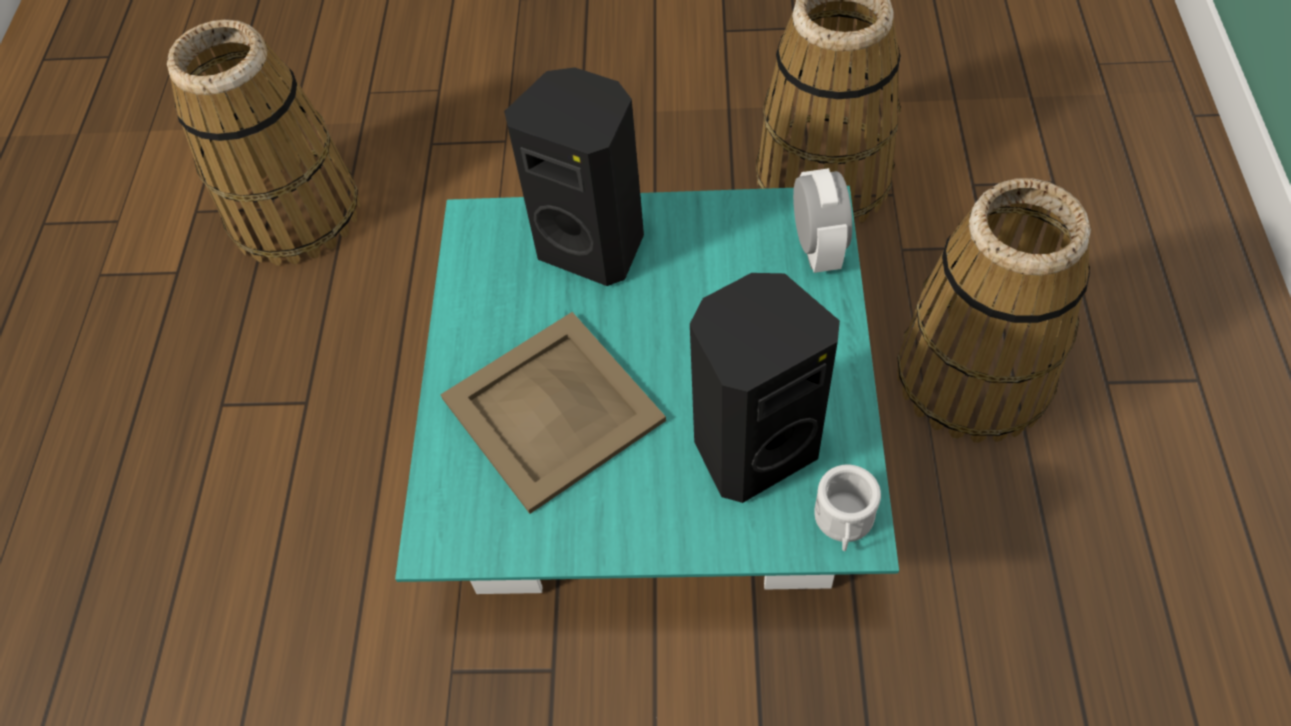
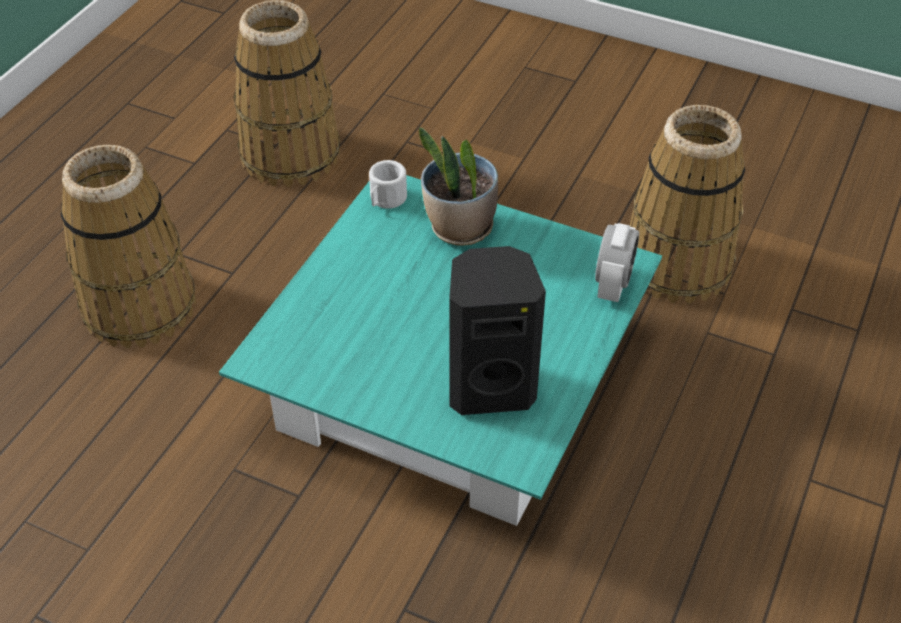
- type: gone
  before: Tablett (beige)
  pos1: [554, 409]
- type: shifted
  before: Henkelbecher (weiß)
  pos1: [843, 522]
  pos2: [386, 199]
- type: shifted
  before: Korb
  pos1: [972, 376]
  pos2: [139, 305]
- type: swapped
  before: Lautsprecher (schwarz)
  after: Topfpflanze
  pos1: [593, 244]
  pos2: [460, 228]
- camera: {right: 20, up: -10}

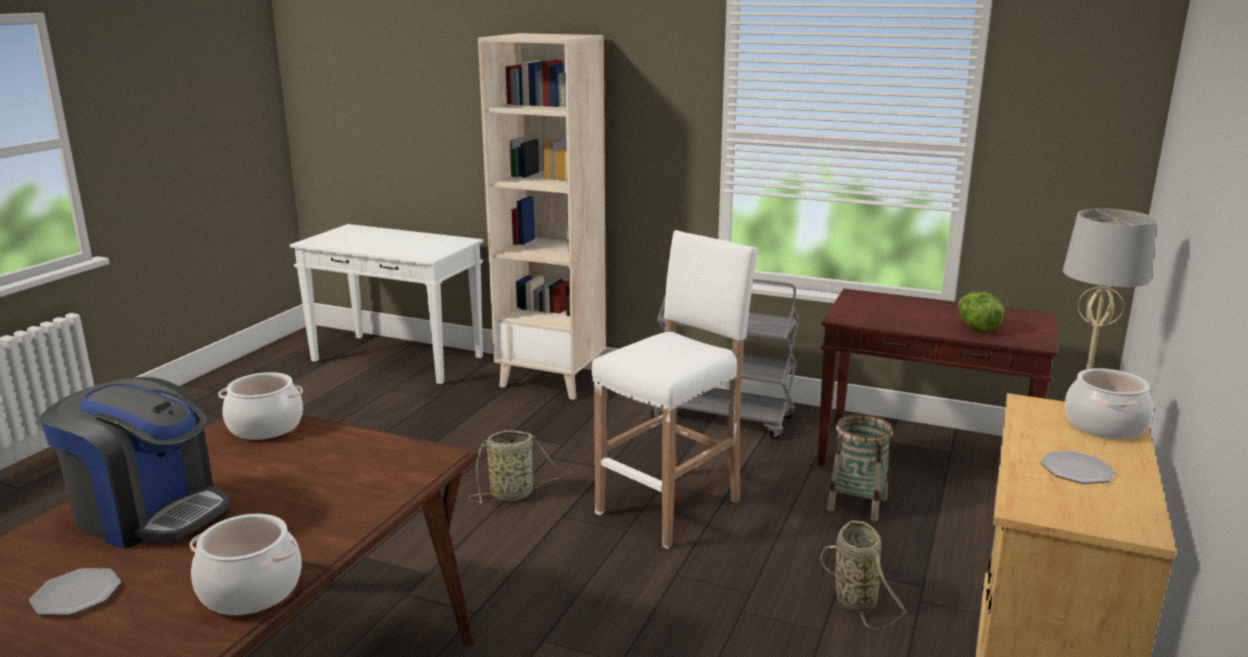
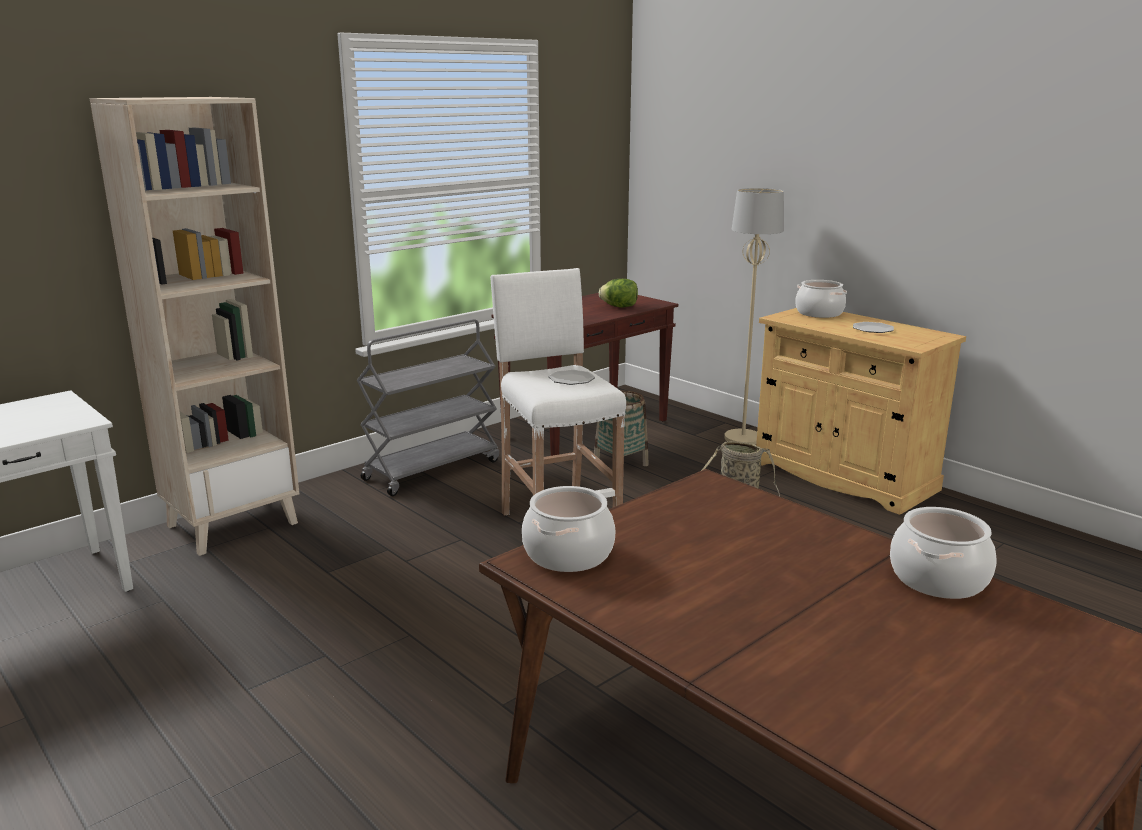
- type: gone
  before: Kaffeemaschine
  pos1: [149, 513]
- type: gone
  before: Korb
  pos1: [514, 494]
- type: shifted
  before: Teller
  pos1: [76, 595]
  pos2: [572, 379]
- camera: {right: -65, up: 0}

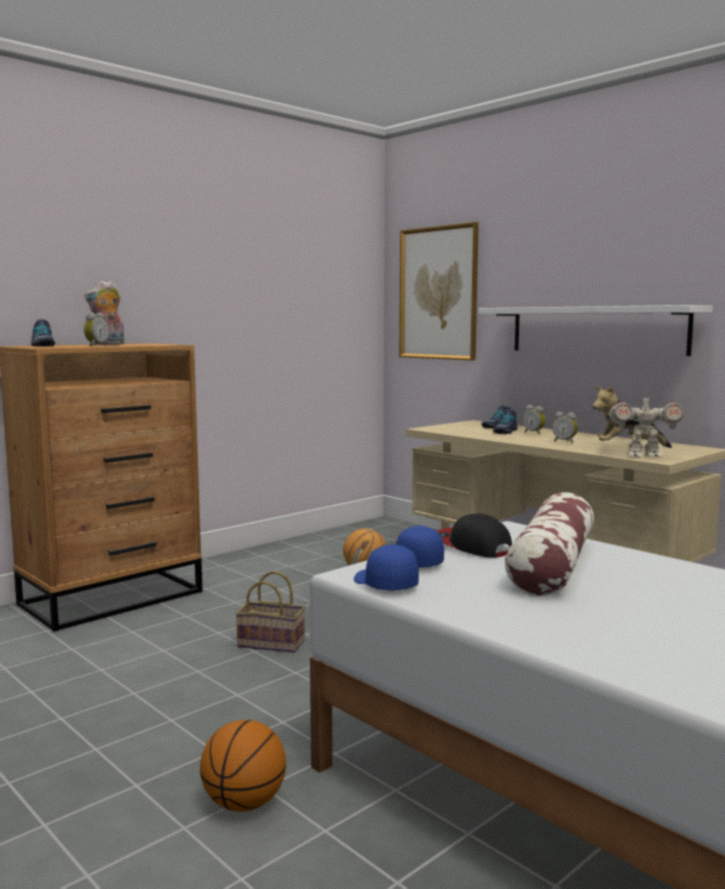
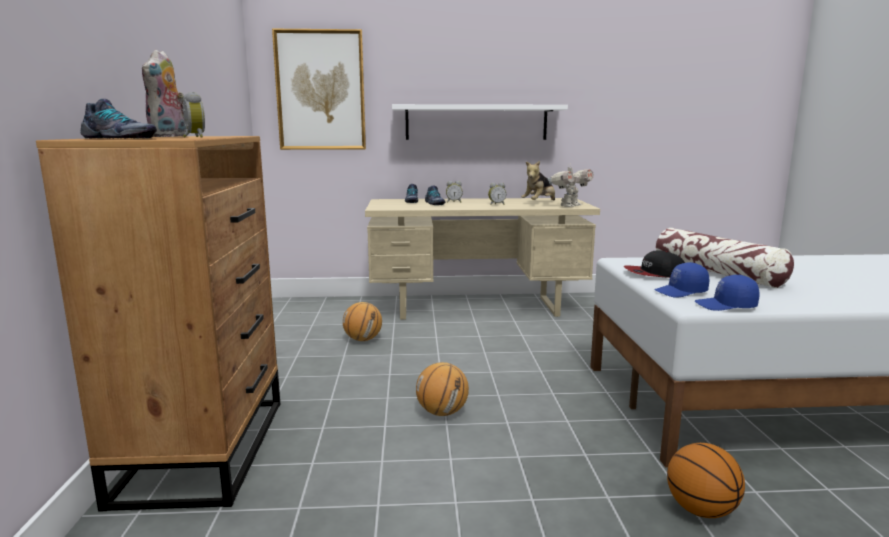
- type: swapped
  before: Korb
  after: Basketball
  pos1: [273, 643]
  pos2: [442, 412]
- camera: {right: -50, up: 5}

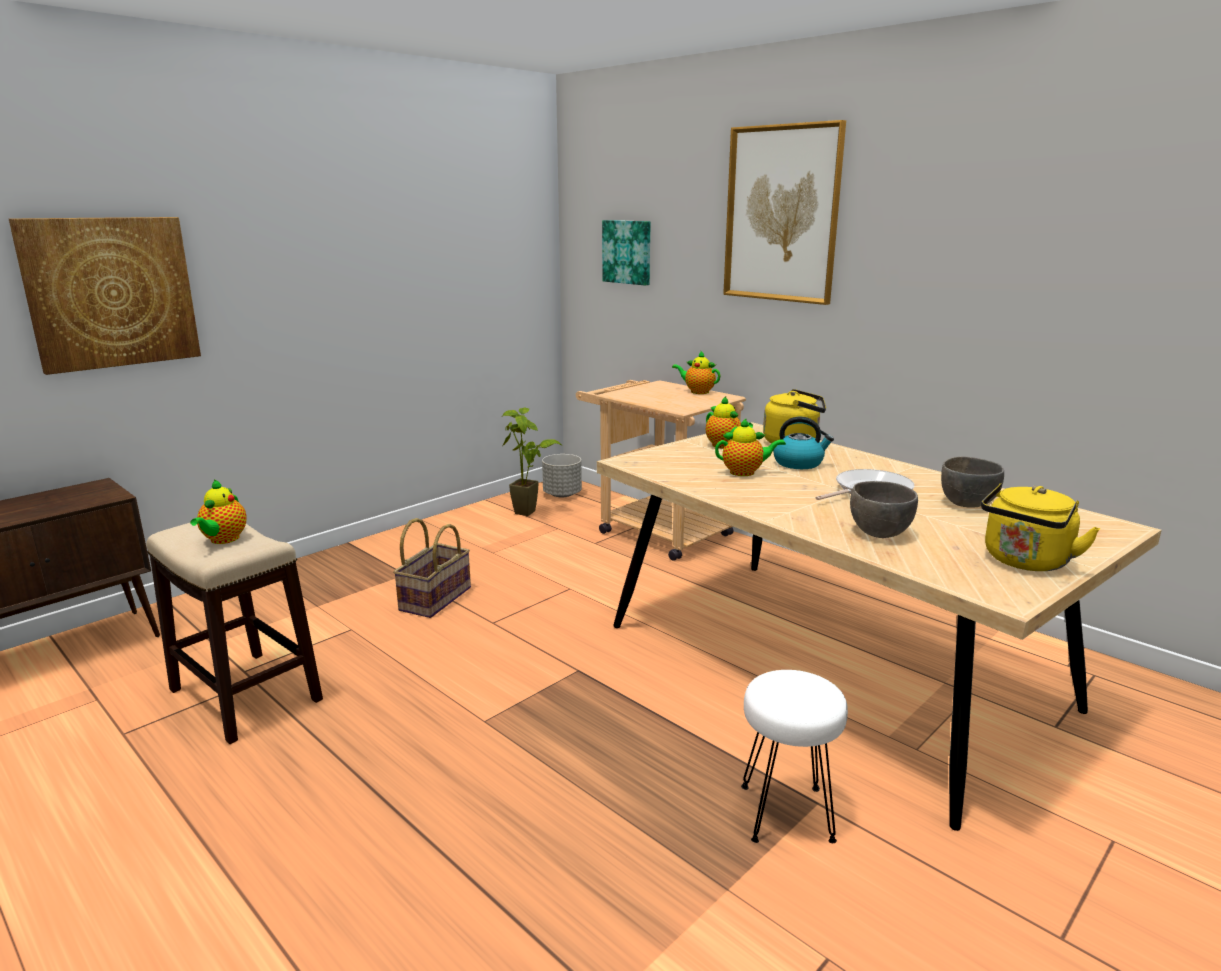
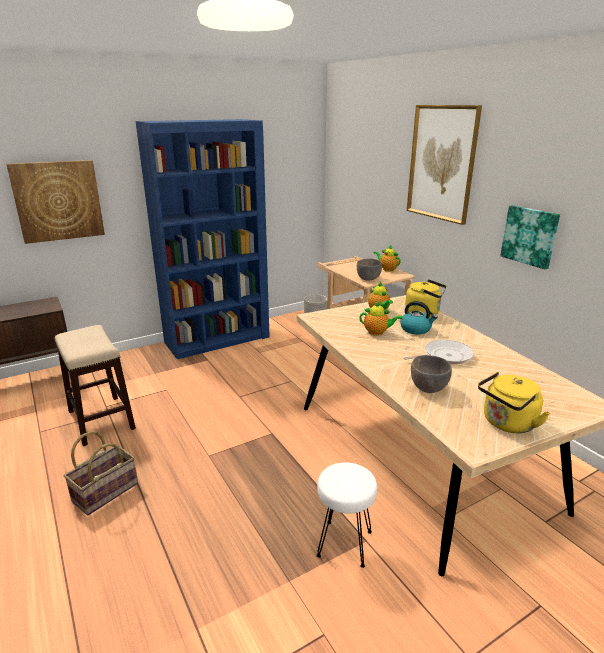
- type: gone
  before: Teekanne
  pos1: [223, 540]
- type: gone
  before: Topfpflanze
  pos1: [530, 514]
- type: new
  after: Bücherregal (blau)
  pos2: [218, 340]
- type: shifted
  before: Korb
  pos1: [434, 598]
  pos2: [105, 491]
- type: shifted
  before: Bild
  pos1: [628, 252]
  pos2: [530, 236]
- type: shifted
  before: Schüssel (grau)
  pos1: [967, 503]
  pos2: [368, 279]
- camera: {right: 15, up: 5}

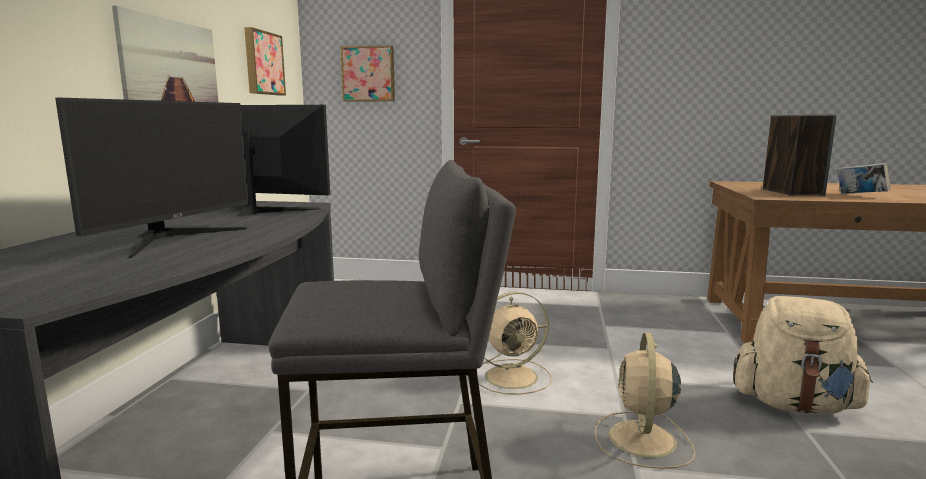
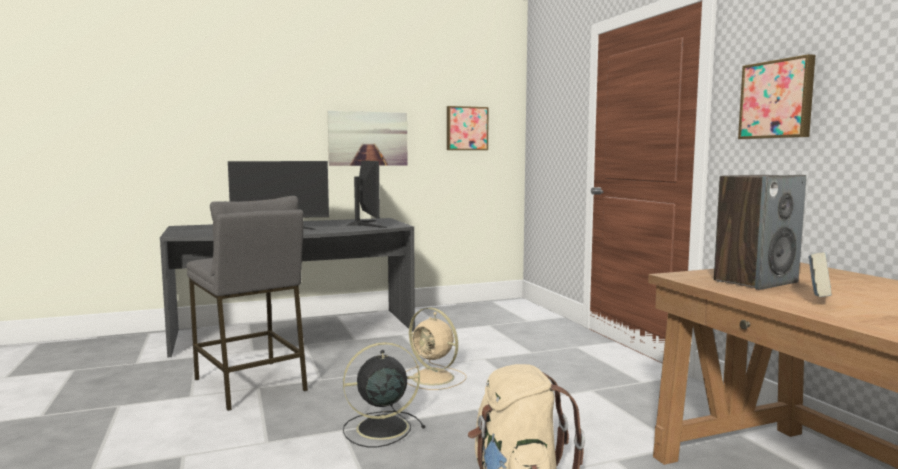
- type: shifted
  before: Bild
  pos1: [368, 74]
  pos2: [777, 99]
- type: repainted
  before: Ventilator (beige)
  after: Ventilator (schwarz)
  pos1: [642, 440]
  pos2: [380, 428]
- camera: {right: 60, up: -5}

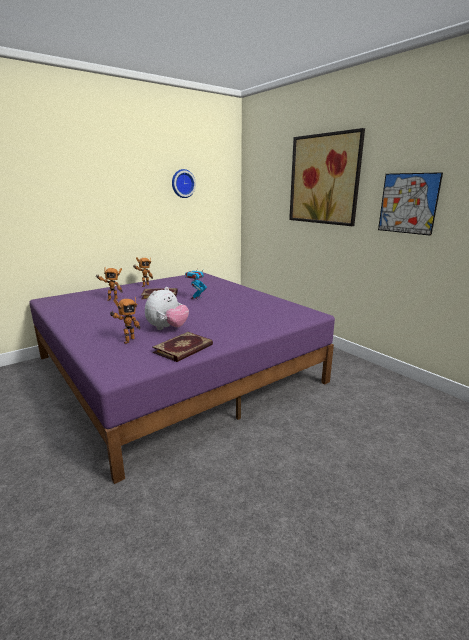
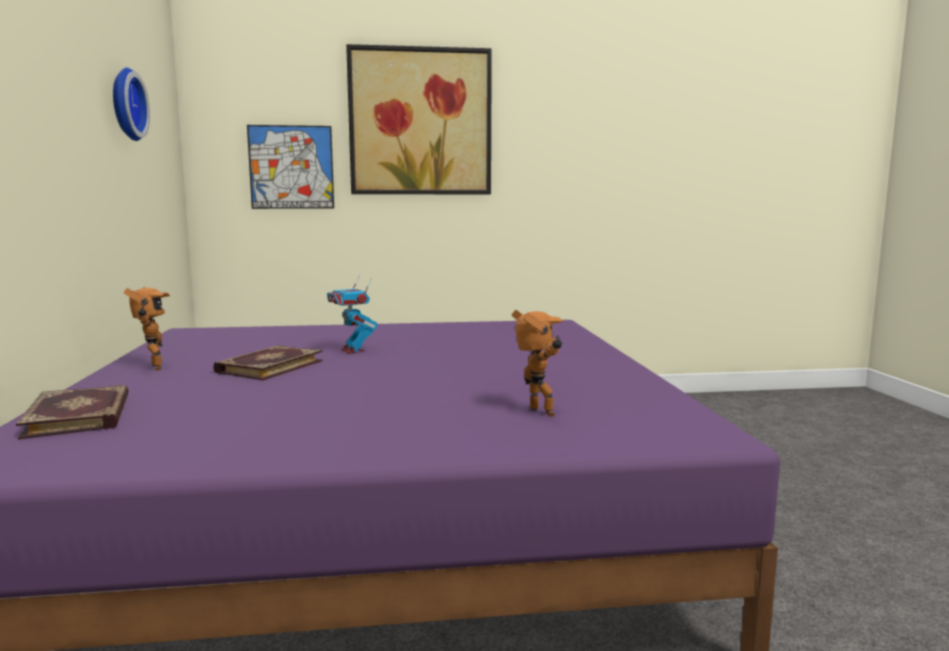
- type: gone
  before: Spielzeugroboter
  pos1: [112, 299]
- type: gone
  before: Plüschtier
  pos1: [167, 328]
- type: shifted
  before: Buch
  pos1: [184, 349]
  pos2: [81, 415]
- type: shifted
  before: Bild
  pos1: [408, 203]
  pos2: [291, 167]
- camera: {right: -60, up: -10}

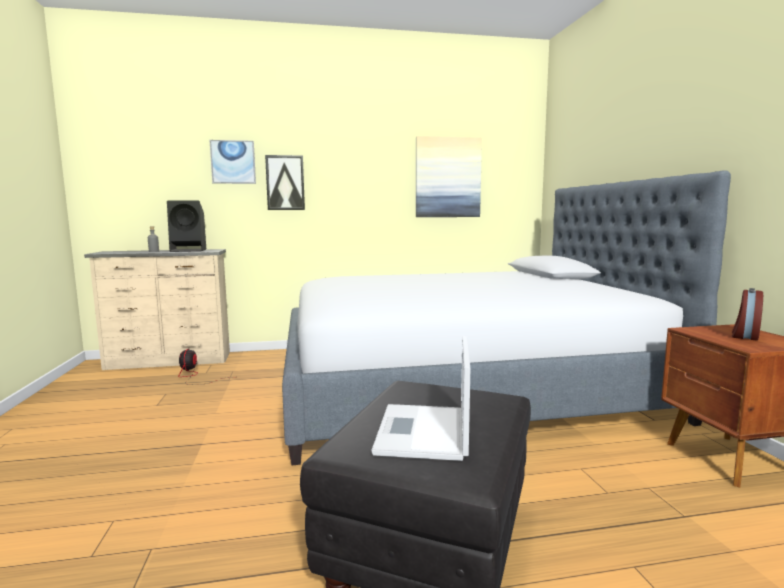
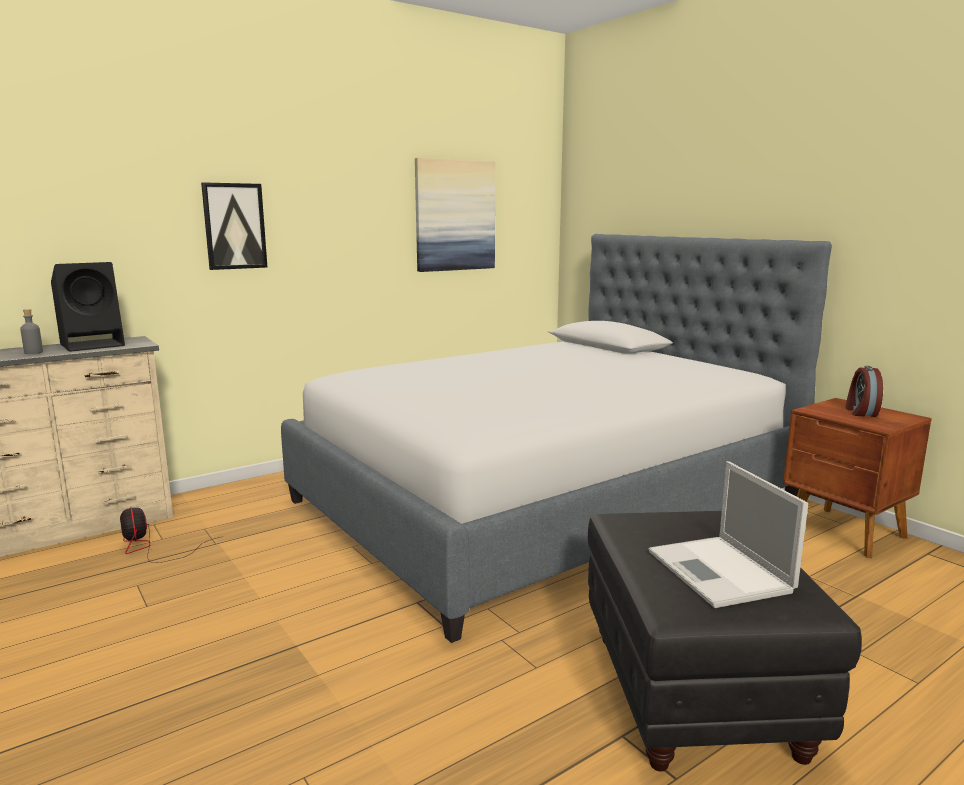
- type: gone
  before: Bild
  pos1: [233, 162]
- camera: {right: -25, up: 5}

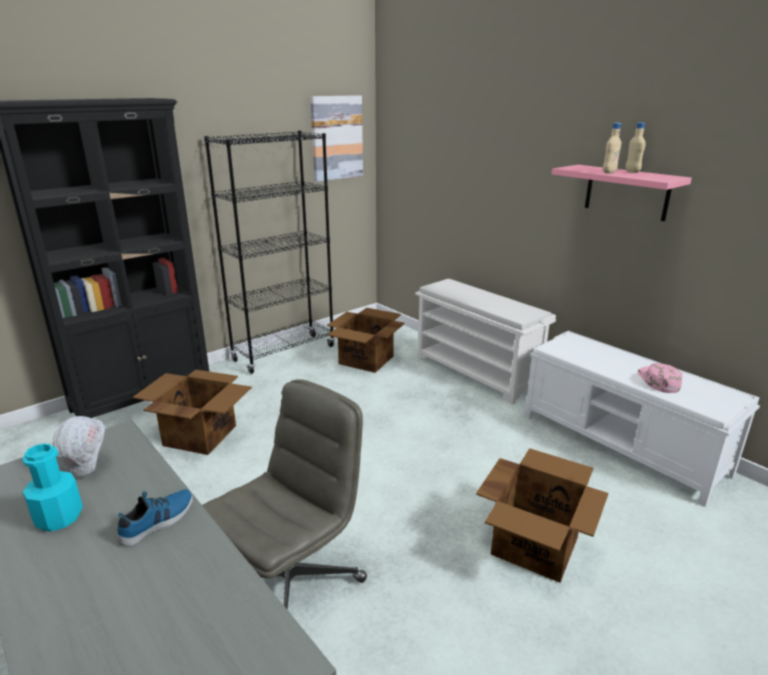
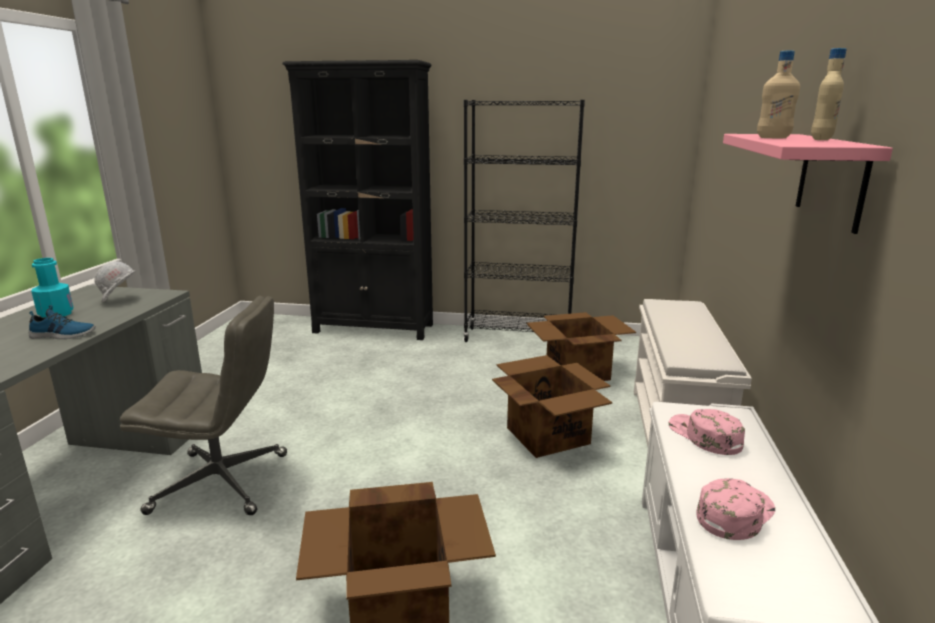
- type: gone
  before: Bild
  pos1: [336, 138]
- type: new
  after: Kappe (rosa)
  pos2: [704, 436]
- type: shifted
  before: Karton
  pos1: [199, 435]
  pos2: [547, 435]
- camera: {right: 50, up: -5}

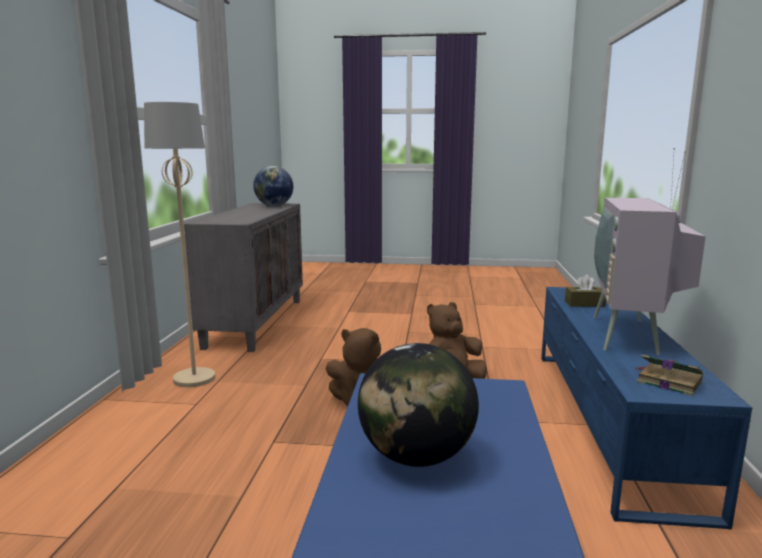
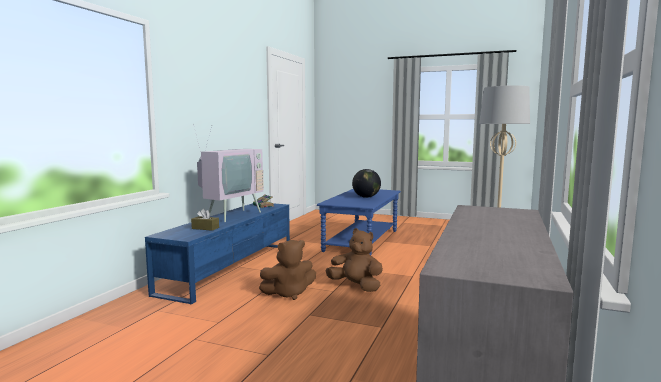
- type: gone
  before: Globus
  pos1: [274, 206]
- camera: {right: -165, up: -5}

